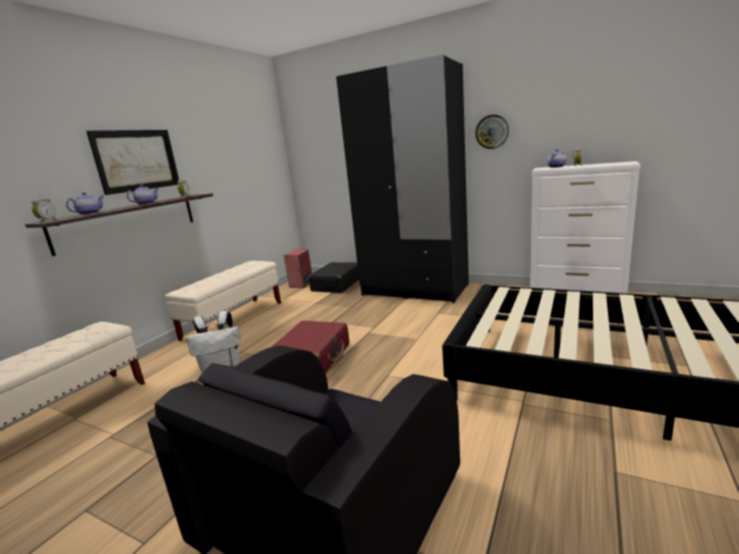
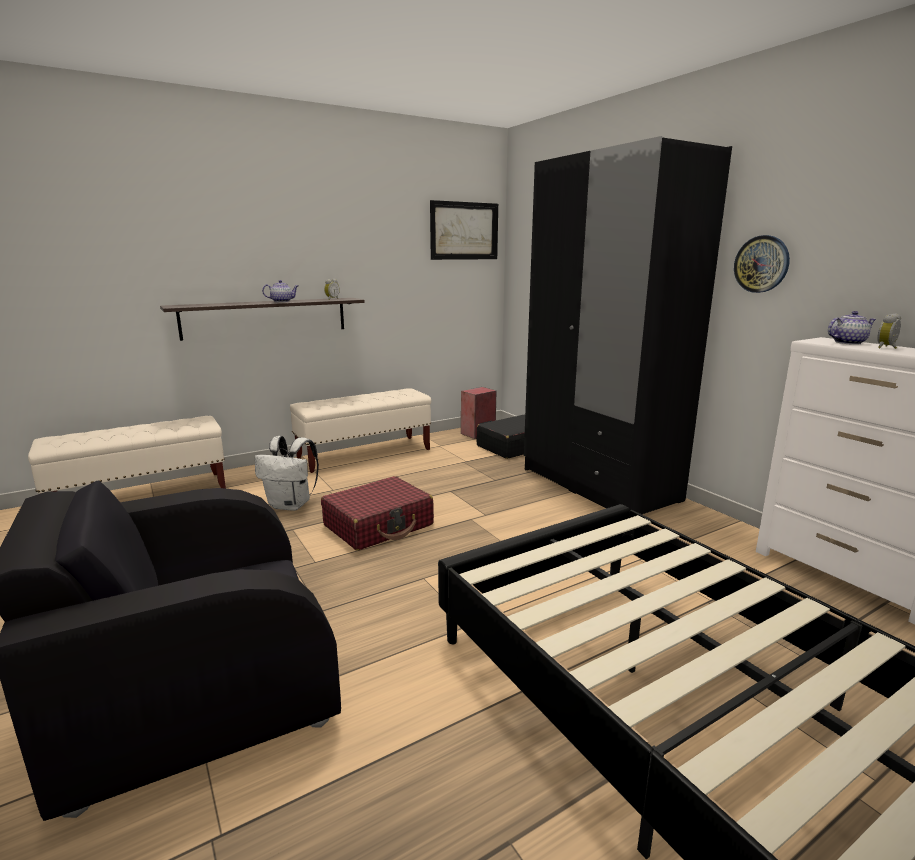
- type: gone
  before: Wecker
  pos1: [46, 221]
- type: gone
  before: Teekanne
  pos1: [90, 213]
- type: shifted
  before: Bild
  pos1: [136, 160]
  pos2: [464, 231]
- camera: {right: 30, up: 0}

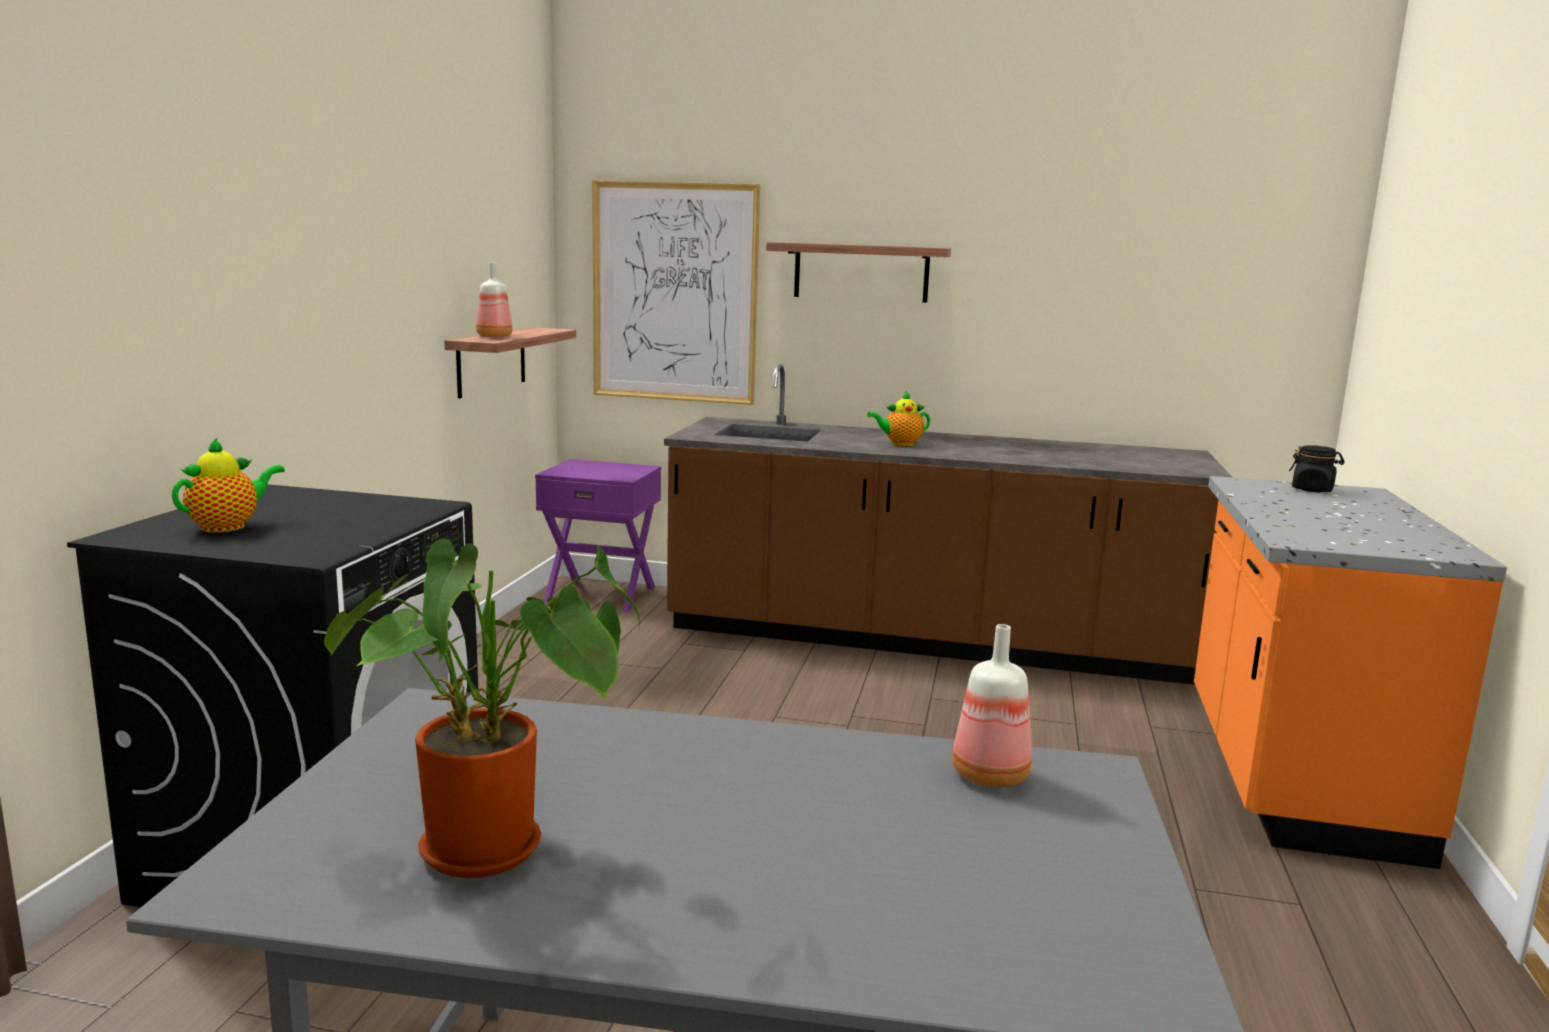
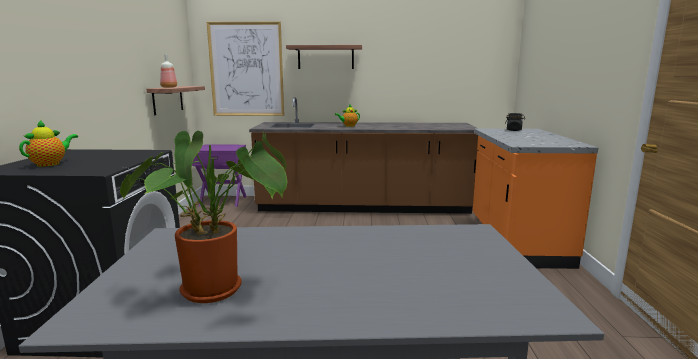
- type: gone
  before: Flasche
  pos1: [988, 775]
- camera: {right: -10, up: 0}

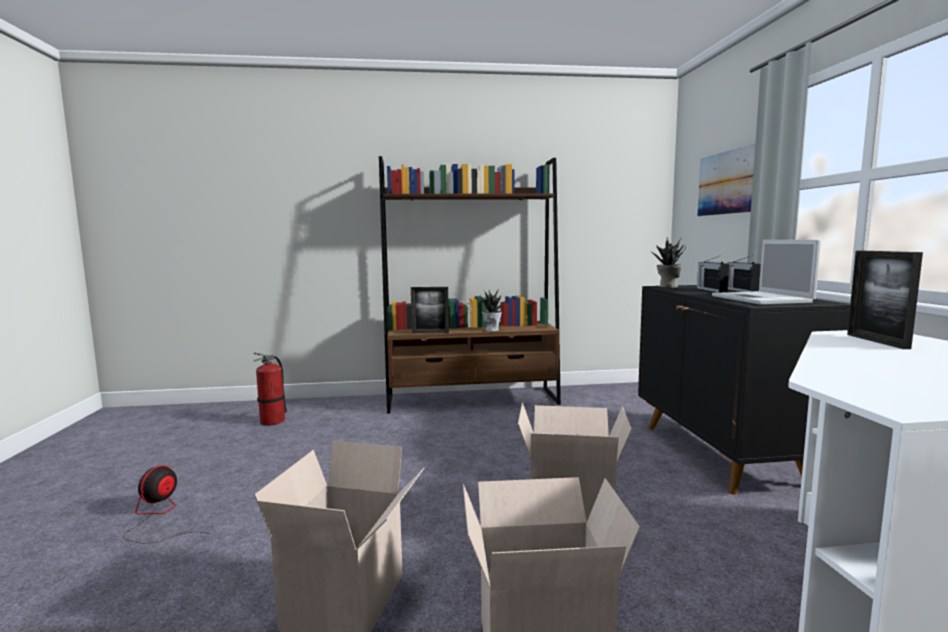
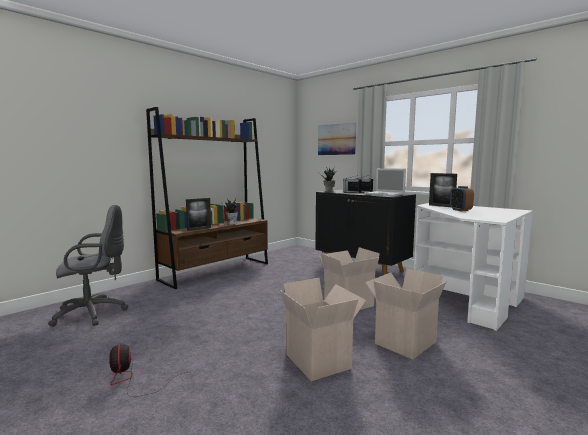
- type: new
  after: Wecker
  pos2: [460, 210]
- type: swapped
  before: Feuerlöscher
  after: Bürostuhl (grau)
  pos1: [273, 421]
  pos2: [94, 313]
- camera: {right: -40, up: 0}

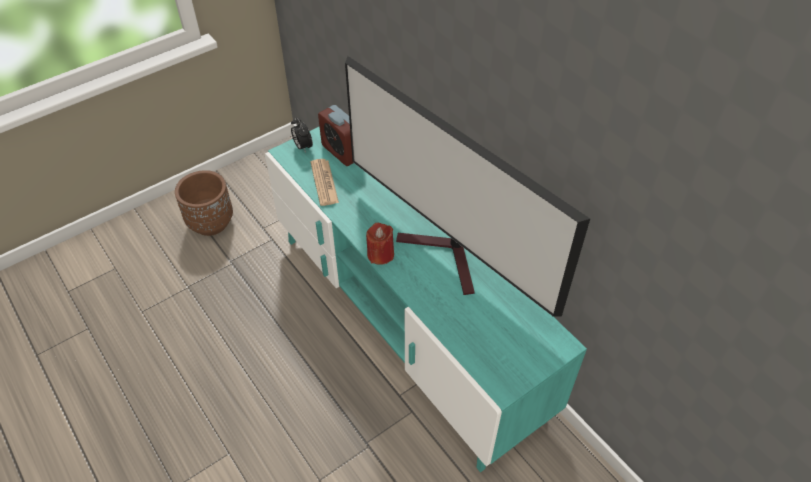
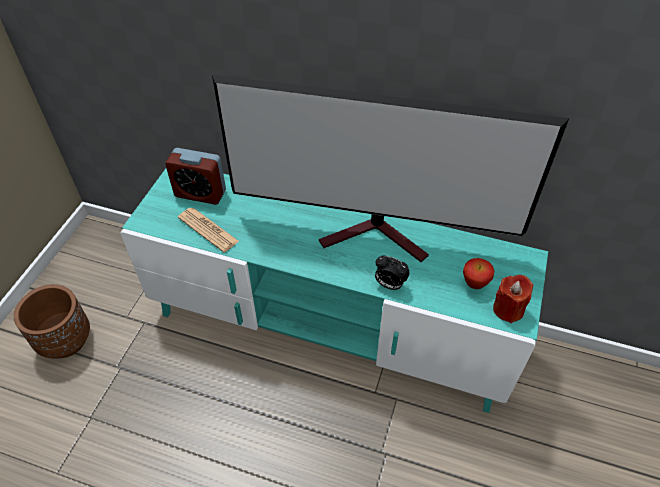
- type: new
  after: Apfel
  pos2: [474, 284]
- type: shifted
  before: Wecker
  pos1: [302, 146]
  pos2: [389, 284]
- type: shifted
  before: Kerze (rot)
  pos1: [380, 254]
  pos2: [508, 309]
- camera: {right: -35, up: 0}

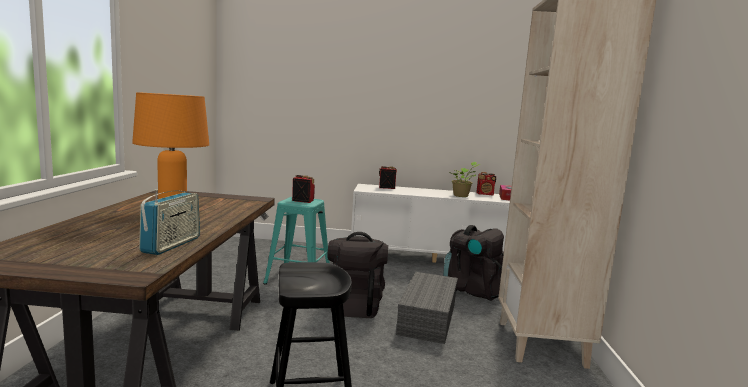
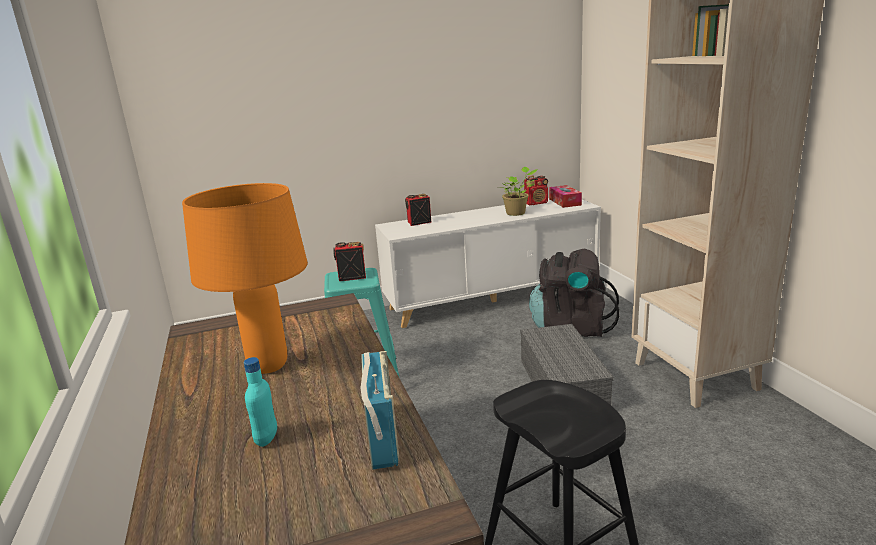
- type: gone
  before: Rucksack (schwarz)
  pos1: [355, 305]
- type: new
  after: Flasche (türkis)
  pos2: [266, 438]
- camera: {right: -20, up: 10}

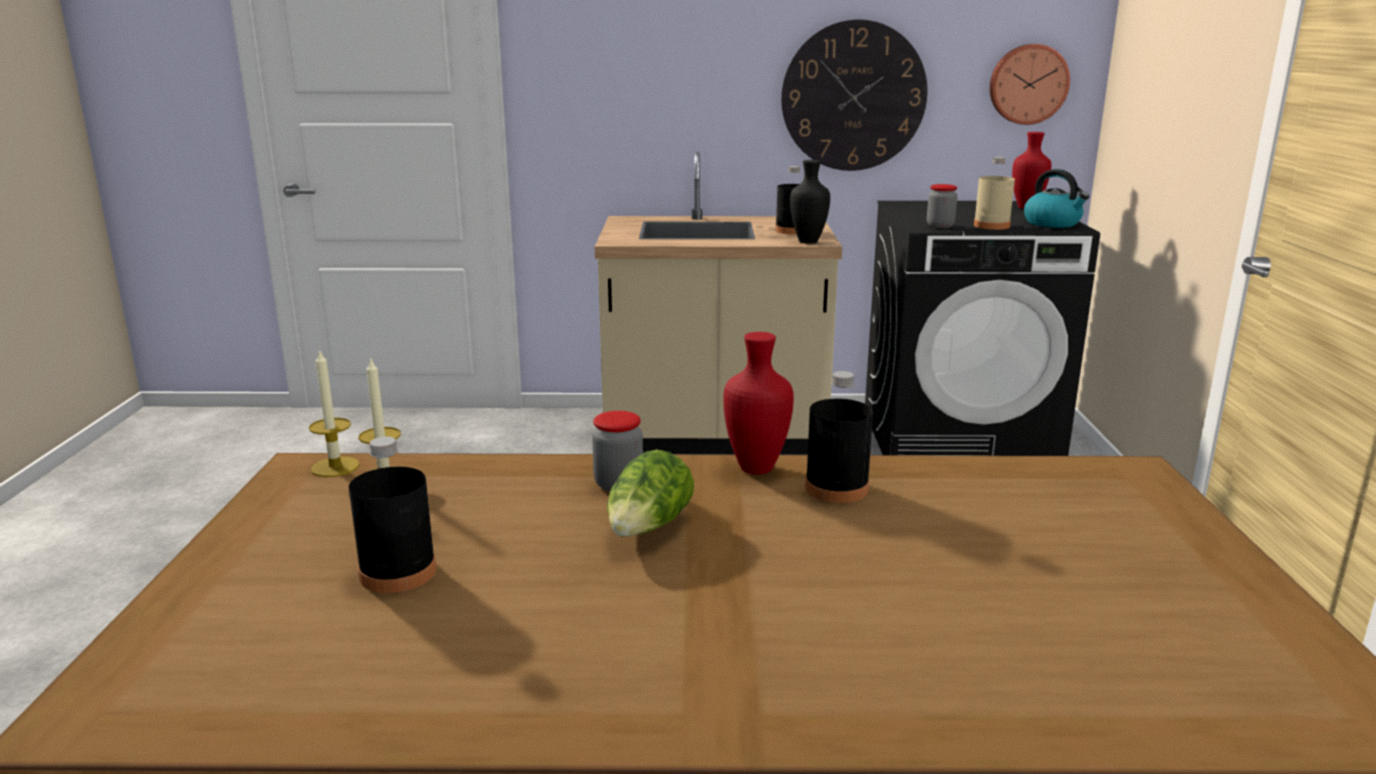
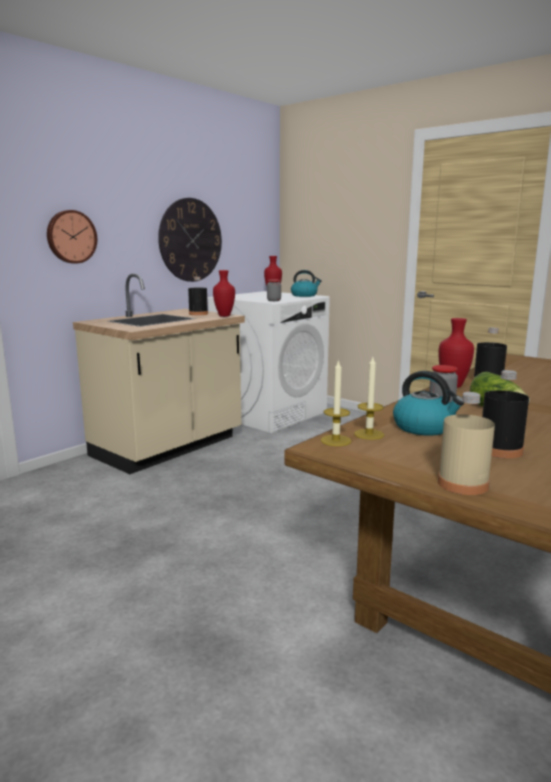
- type: new
  after: Wasserkessel
  pos2: [424, 428]
- type: shifted
  before: Flasche (beige)
  pos1: [991, 226]
  pos2: [463, 484]
- type: shifted
  before: Wanduhr
  pos1: [1028, 84]
  pos2: [71, 237]
- type: repainted
  before: Vase (schwarz)
  after: Vase (rot)
  pos1: [809, 242]
  pos2: [225, 316]
- type: repainted
  before: Waschmaschine (schwarz)
  after: Waschmaschine (weiß)
  pos1: [958, 440]
  pos2: [270, 413]
- camera: {right: -50, up: -5}

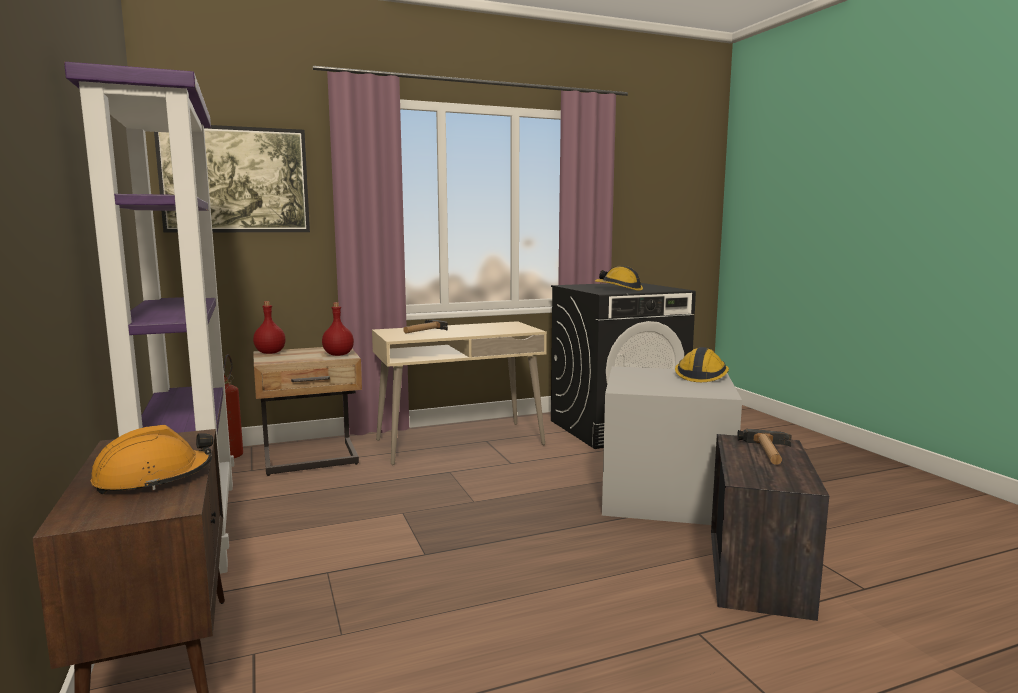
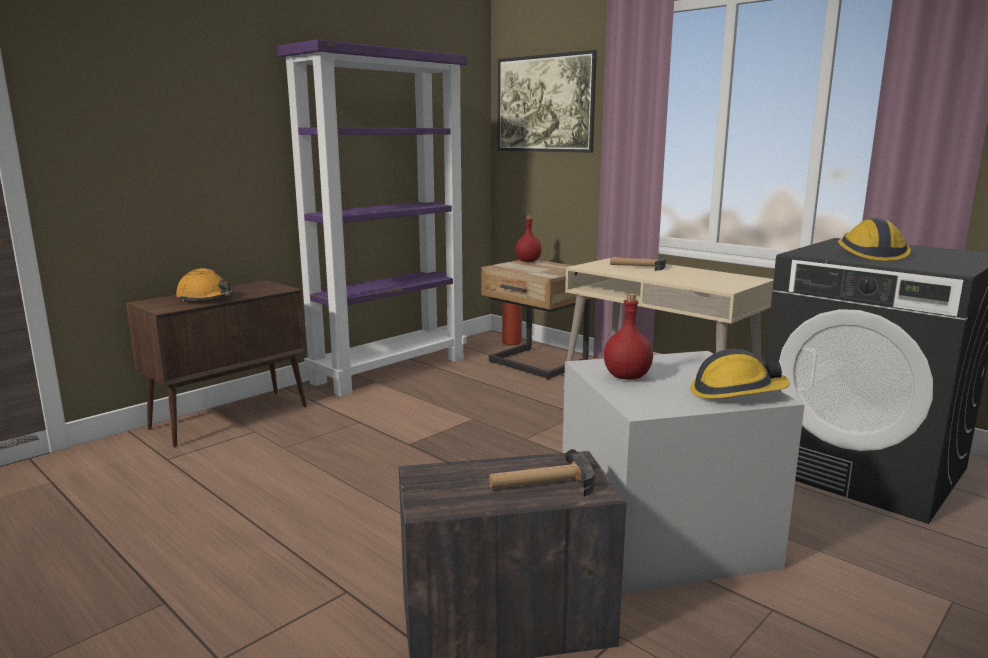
- type: shifted
  before: Flasche (rot)
  pos1: [338, 354]
  pos2: [627, 376]
- camera: {right: 65, up: 5}

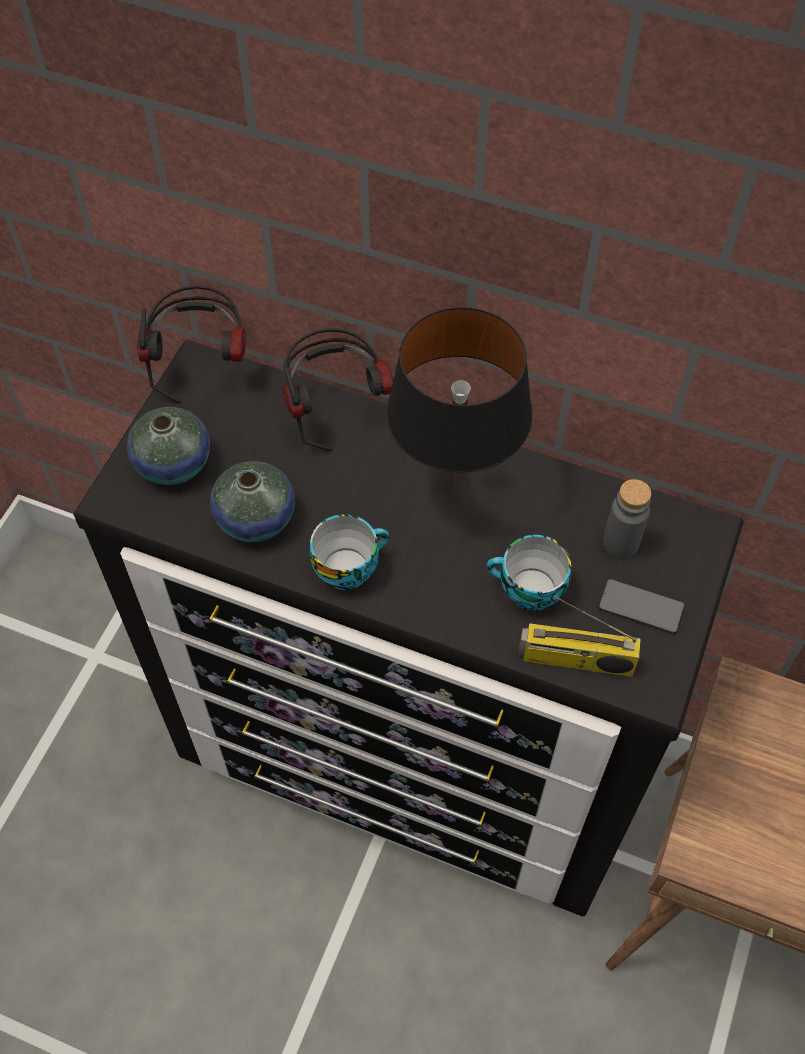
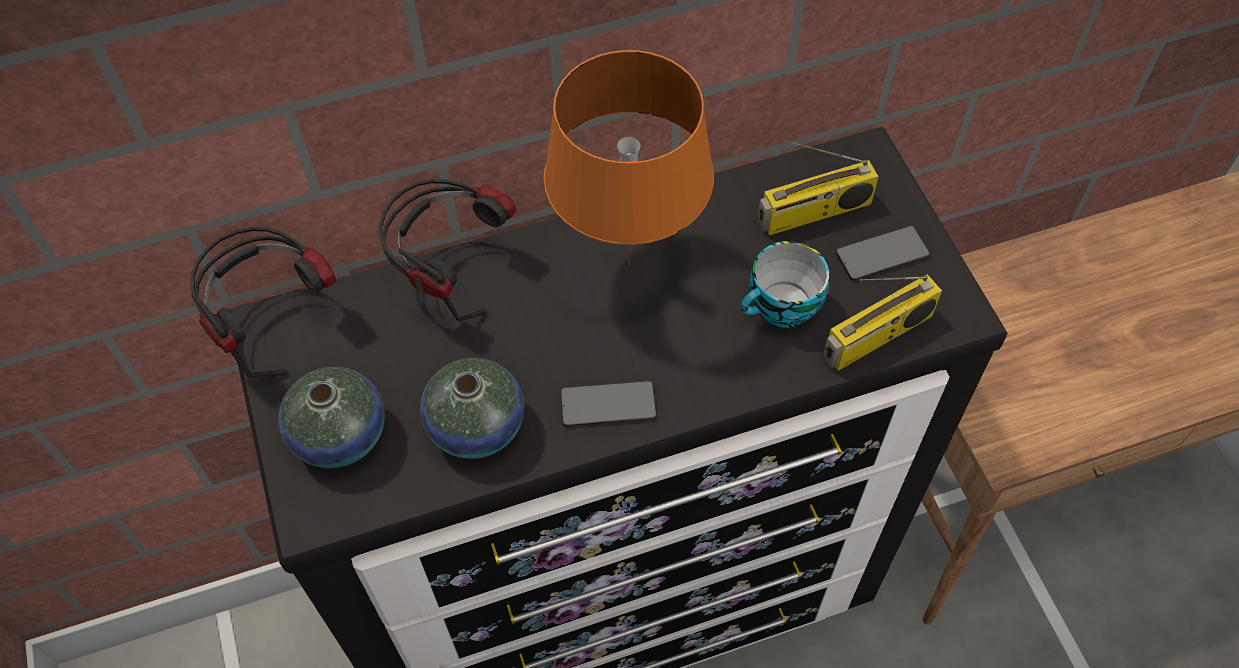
- type: swapped
  before: Tasse
  after: Handy
  pos1: [348, 566]
  pos2: [608, 405]
- type: swapped
  before: Flasche (grau)
  after: Radio
  pos1: [620, 543]
  pos2: [814, 214]
- type: repainted
  before: Tischlampe (schwarz)
  after: Tischlampe (orange)
  pos1: [453, 487]
  pos2: [629, 266]
- camera: {right: -40, up: 0}

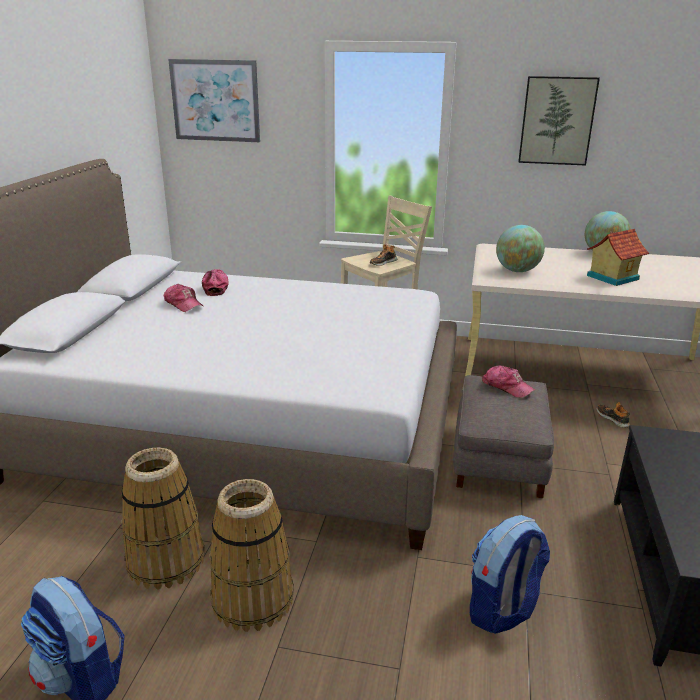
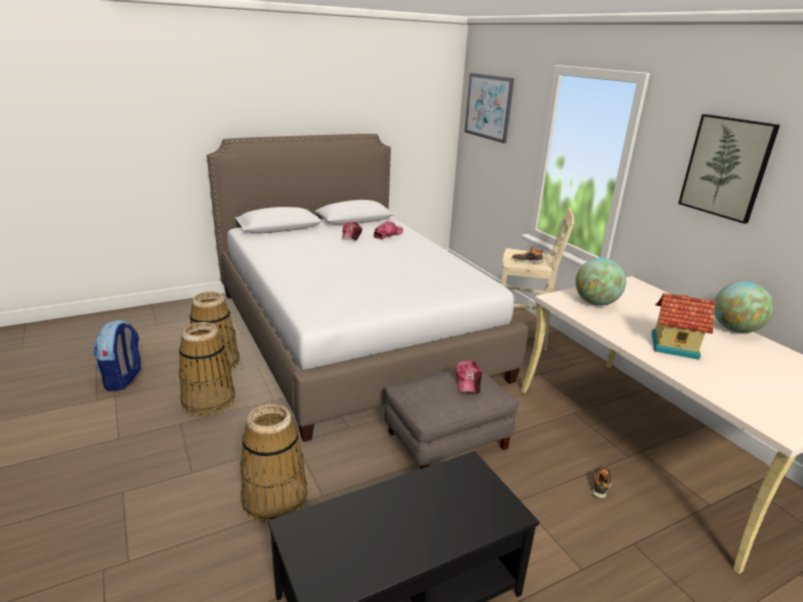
- type: swapped
  before: Rucksack
  after: Korb
  pos1: [502, 610]
  pos2: [274, 498]
- camera: {right: 50, up: 0}

